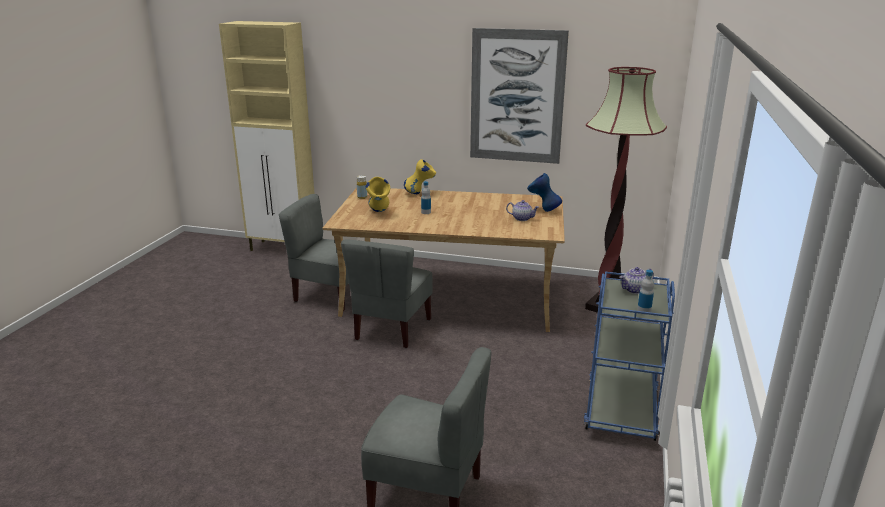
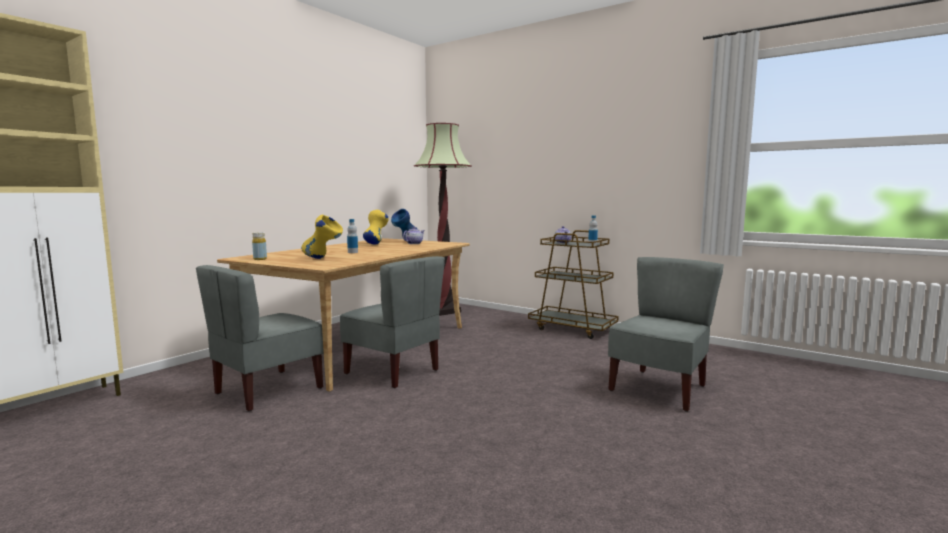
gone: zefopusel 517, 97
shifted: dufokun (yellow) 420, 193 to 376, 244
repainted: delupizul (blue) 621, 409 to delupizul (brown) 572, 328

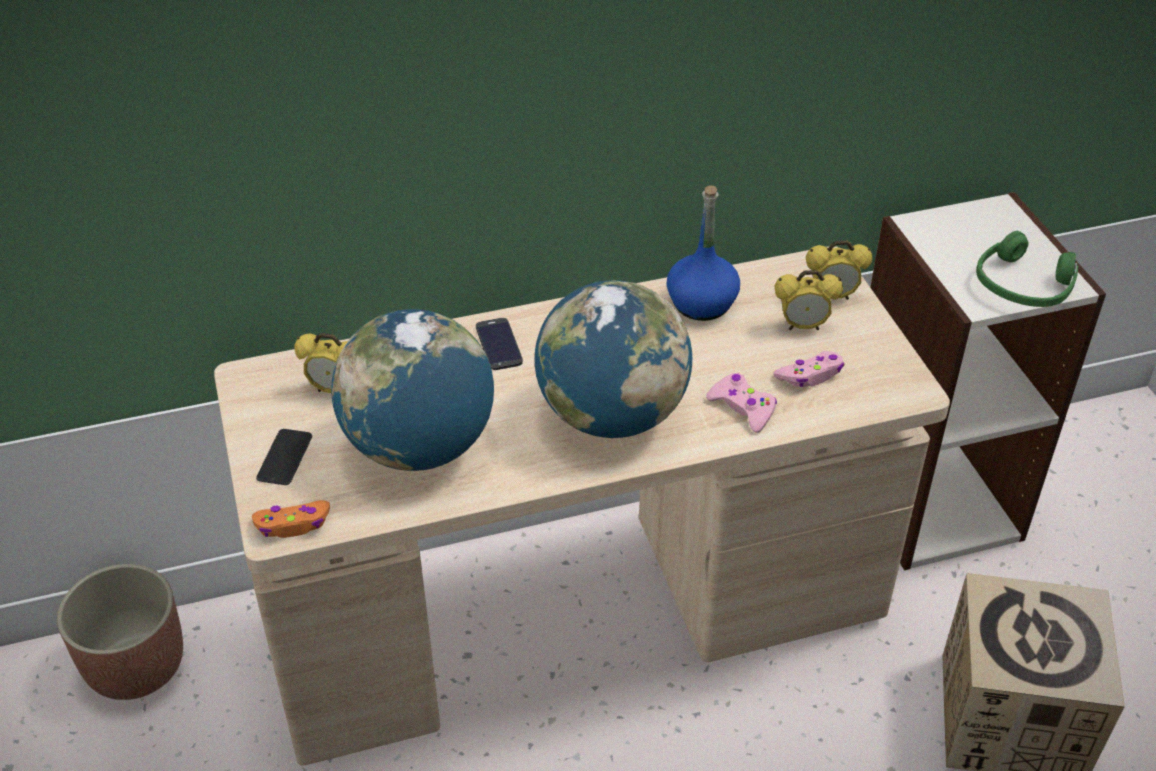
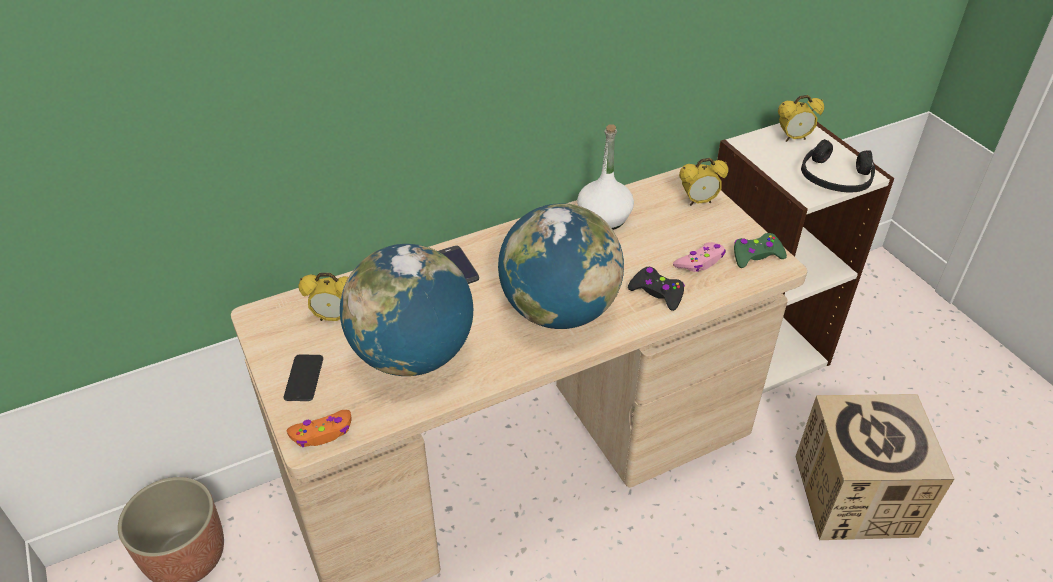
new: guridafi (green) 756, 255
shifted: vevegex 803, 326 to 794, 138
repainted: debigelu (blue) 701, 304 to debigelu (white) 604, 218; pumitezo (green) 1023, 285 to pumitezo (black) 835, 178; guridafi (pink) 742, 408 to guridafi (black) 657, 293

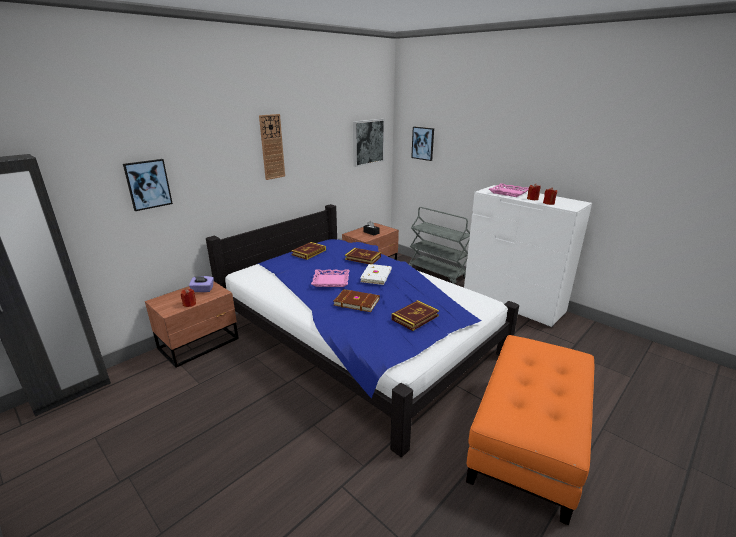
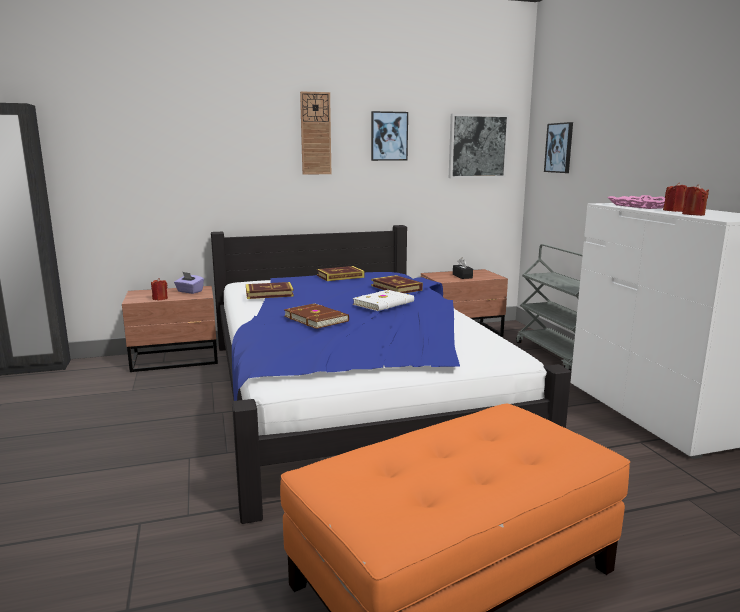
gone: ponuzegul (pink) 331, 280
shifted: zefopusel 148, 184 to 389, 136; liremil 415, 317 to 269, 294

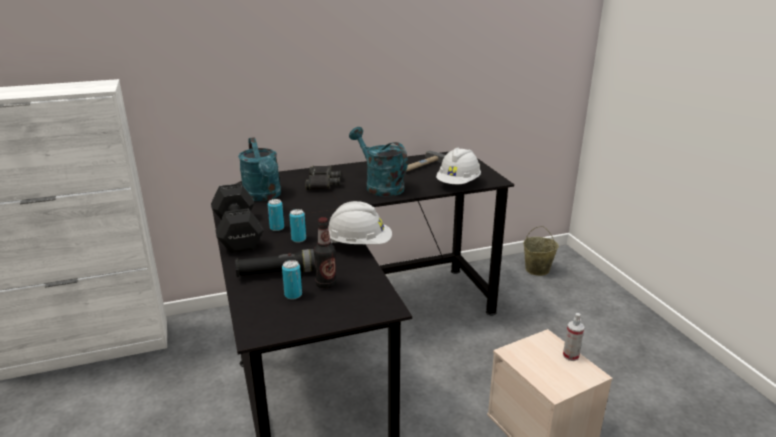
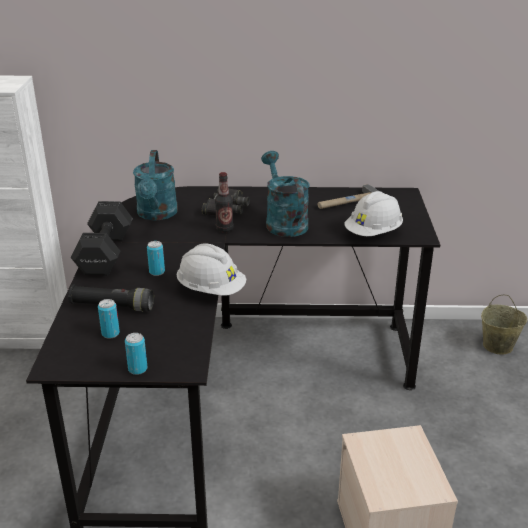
gone: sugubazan 571, 356
shifted: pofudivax 277, 228 to 137, 369; debigelu 326, 284 to 224, 229

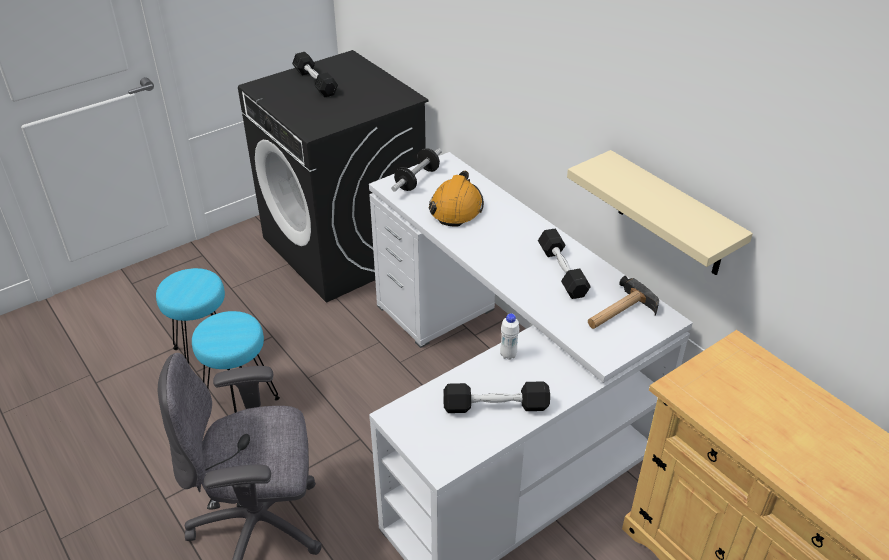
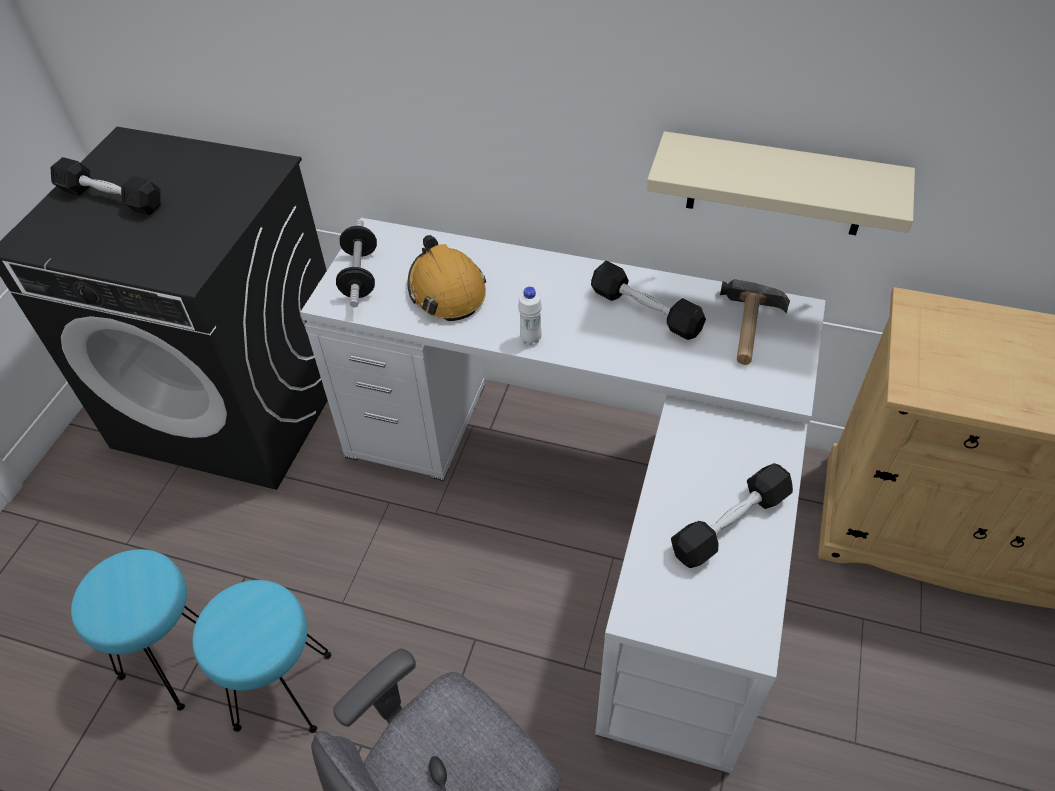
shifted: debigelu (white) 508, 355 to 530, 339

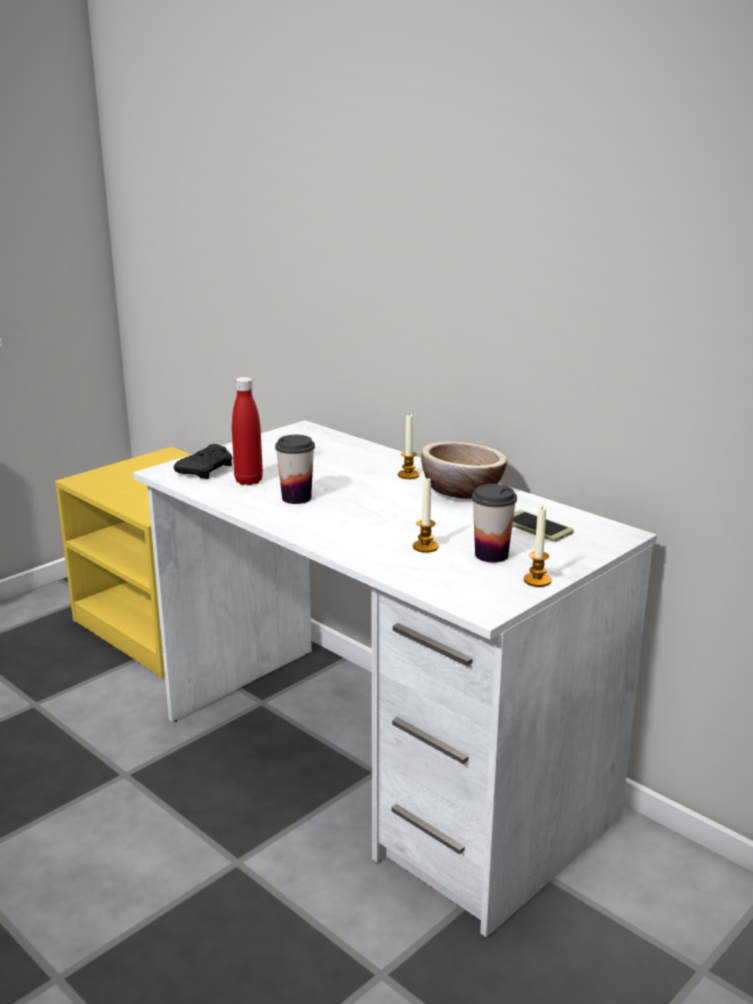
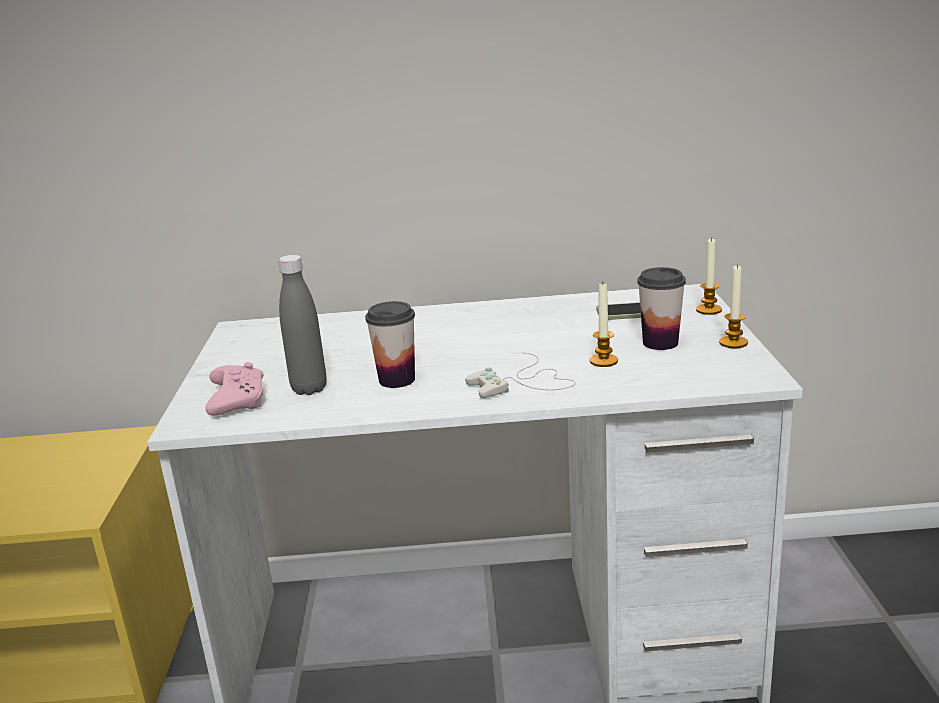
gone: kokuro 462, 490
new: guridafi (white) 523, 383
shifted: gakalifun 408, 475 to 708, 310
repainted: debigelu (red) 248, 481 to debigelu (grey) 309, 389; guridafi (black) 207, 470 to guridafi (pink) 237, 400

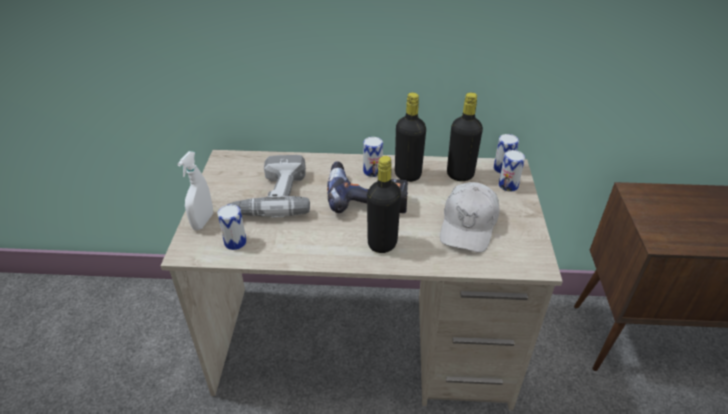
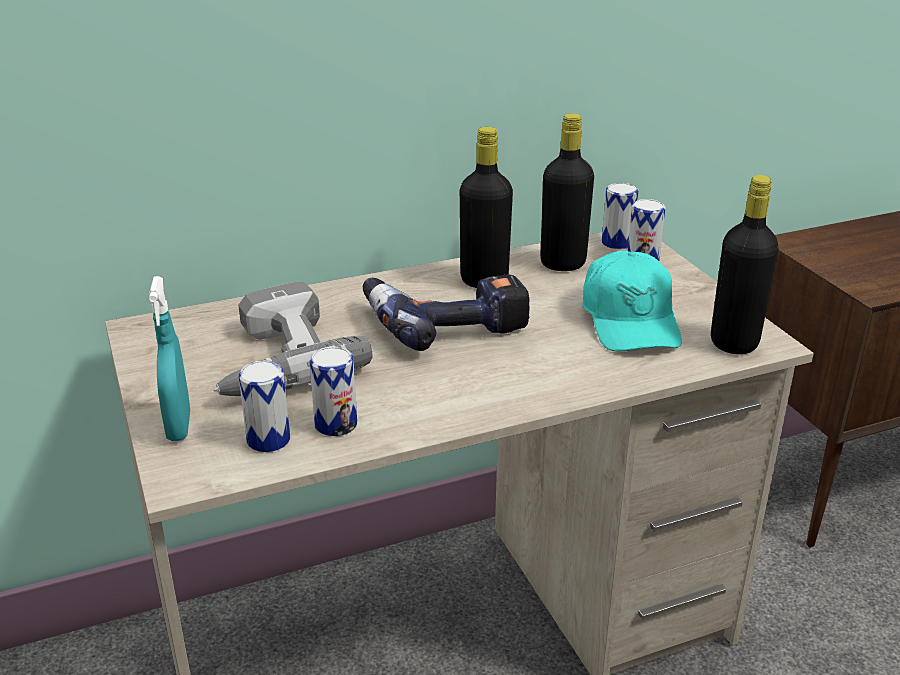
shifted: pofudivax 372, 171 to 336, 424; debigelu (black) 382, 243 to 734, 342
repainted: sugubazan (white) 203, 221 to sugubazan (turquoise) 179, 426; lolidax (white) 468, 225 to lolidax (turquoise) 630, 320

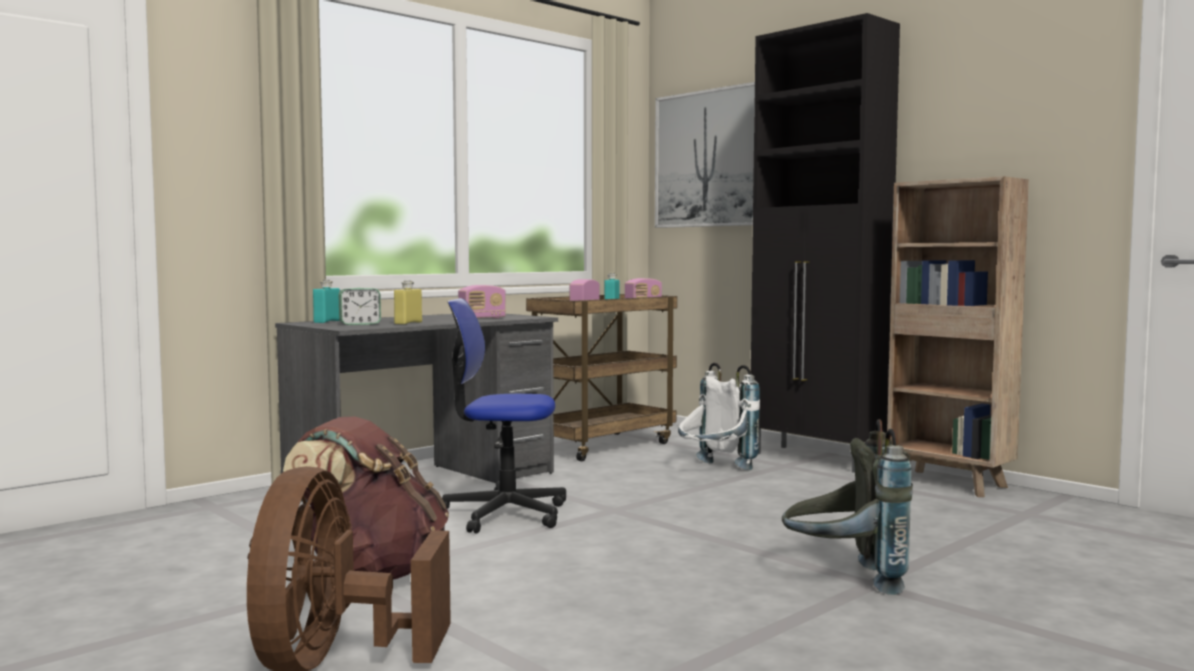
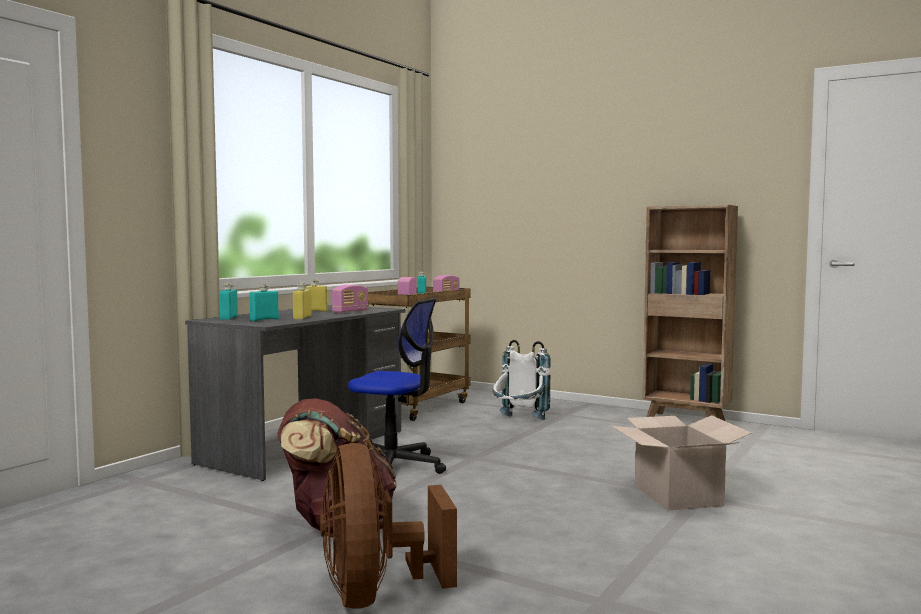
gone: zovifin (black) 818, 459; zefopusel 708, 159
new: debigelu (yellow) 315, 311
swapped: vevegex 360, 324 to debigelu (turquoise) 264, 320; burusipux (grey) 844, 579 to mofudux 678, 495
rotated: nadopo 504, 514 = 394, 467 150 degrees counterclockwise

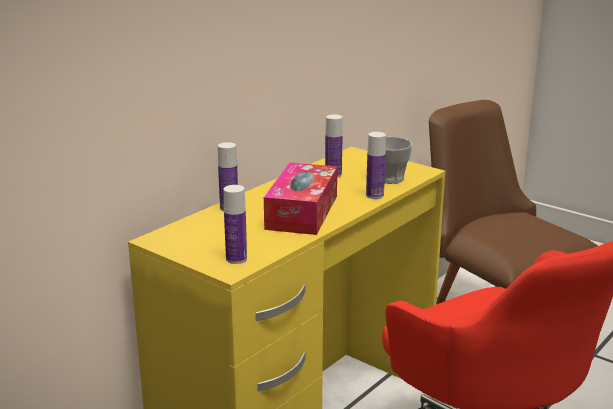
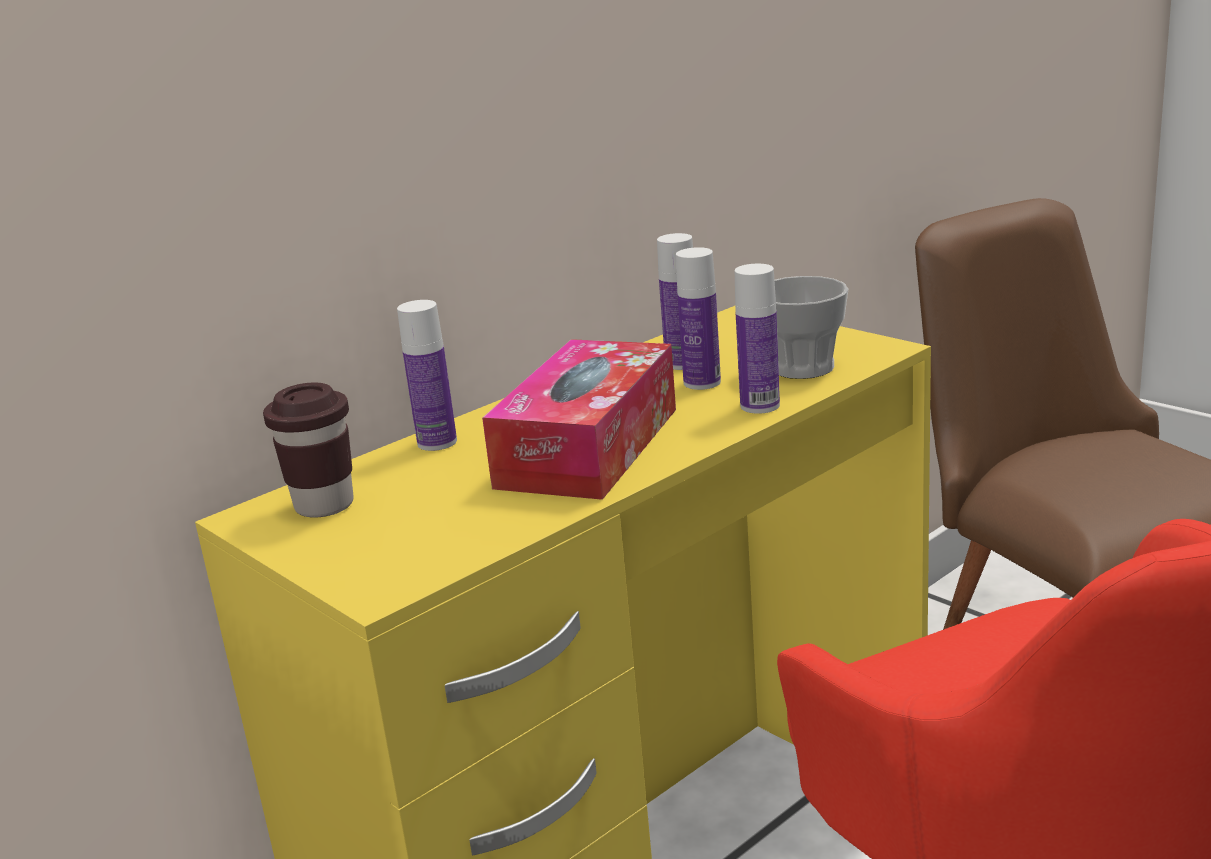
new: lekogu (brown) 324, 505
shifted: debigelu 236, 259 to 702, 382

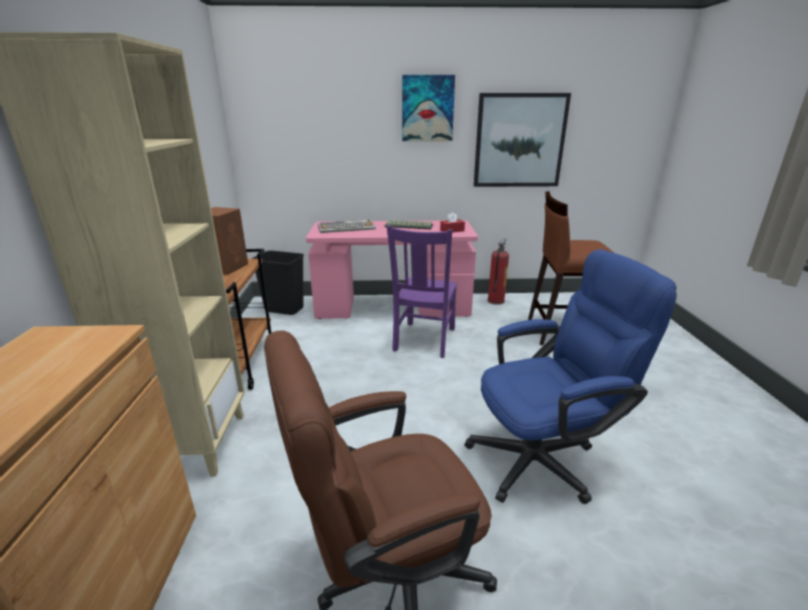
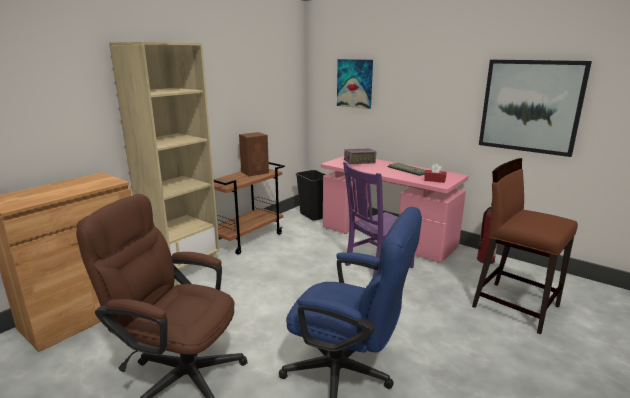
shifted: zefopusel 427, 108 to 355, 83
swapped: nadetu 347, 228 to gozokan 359, 162

